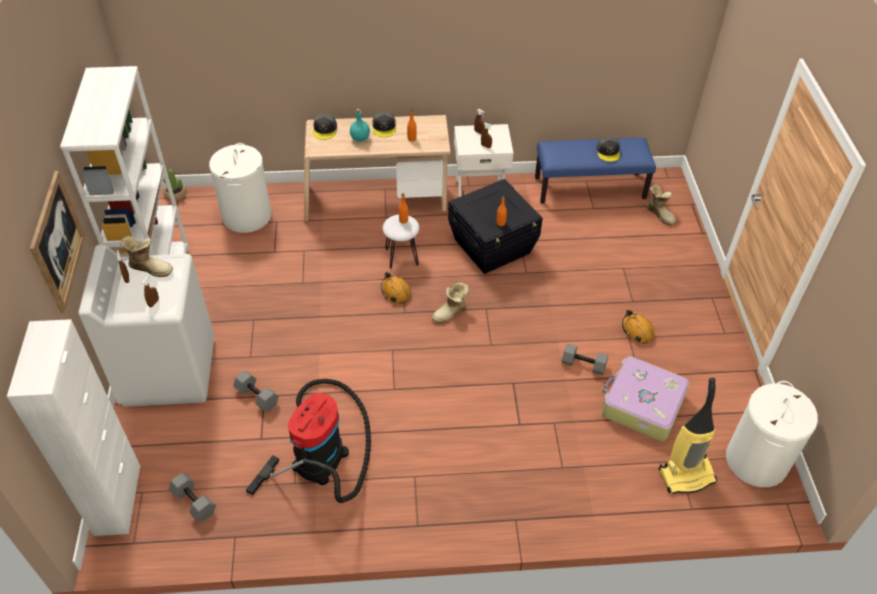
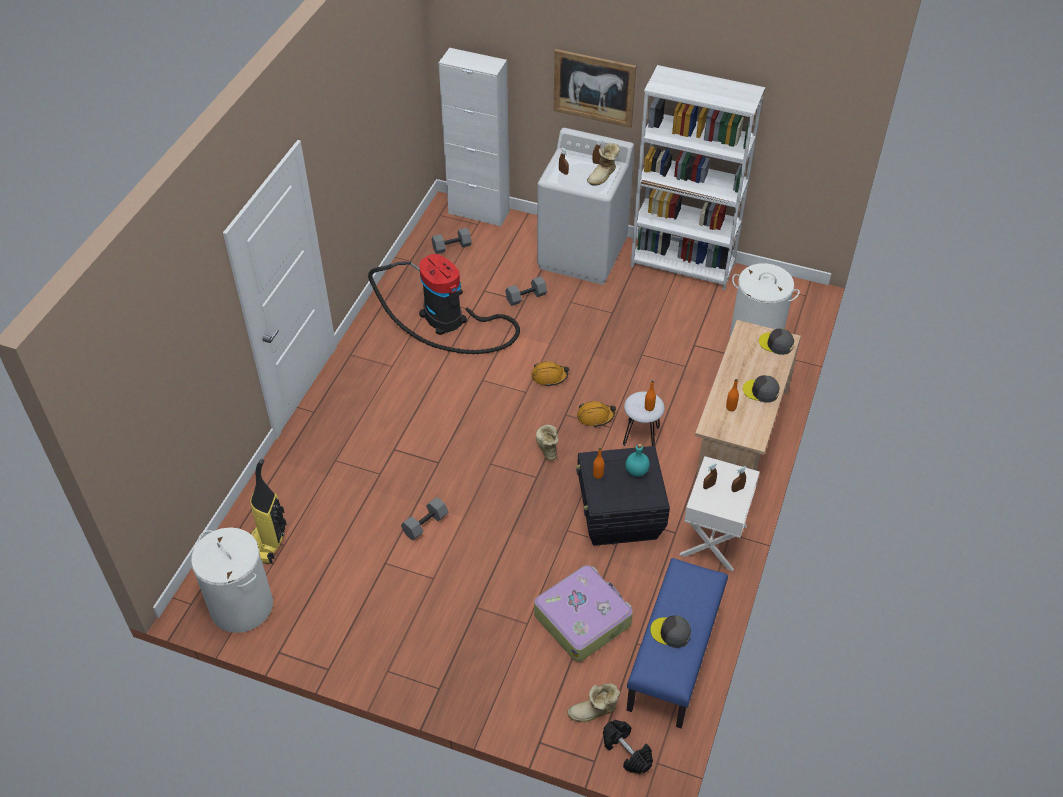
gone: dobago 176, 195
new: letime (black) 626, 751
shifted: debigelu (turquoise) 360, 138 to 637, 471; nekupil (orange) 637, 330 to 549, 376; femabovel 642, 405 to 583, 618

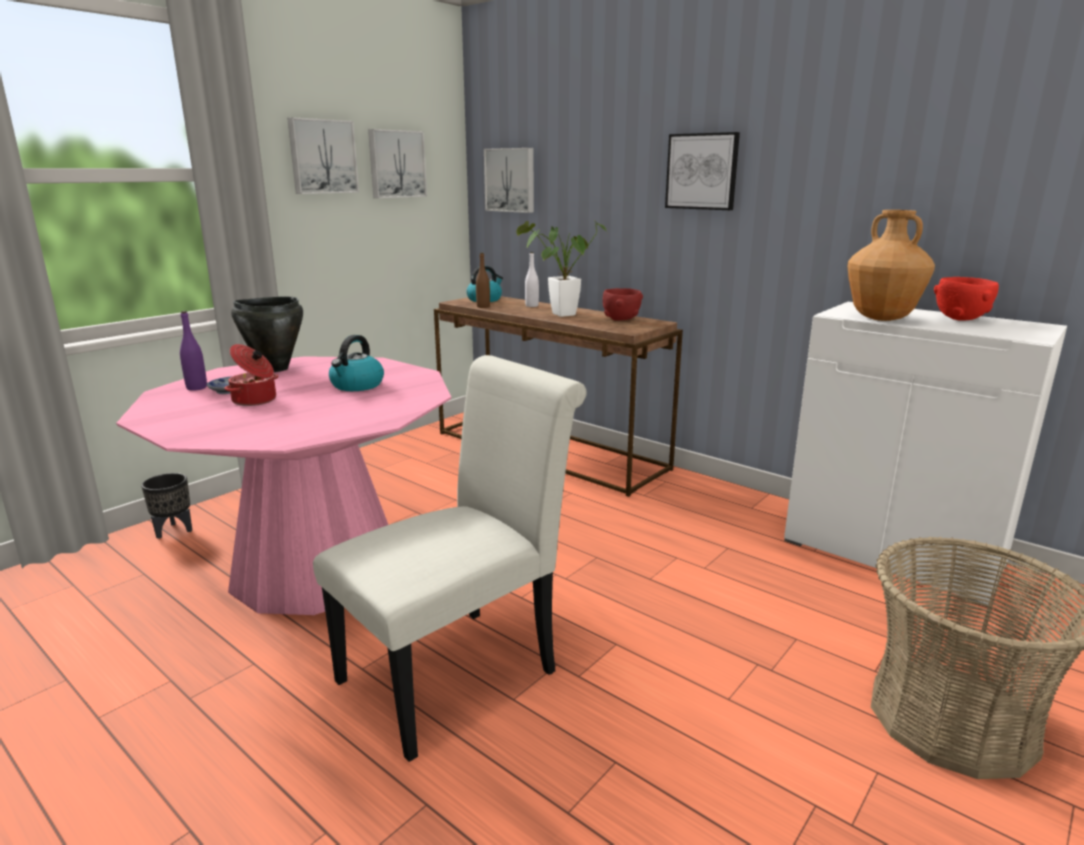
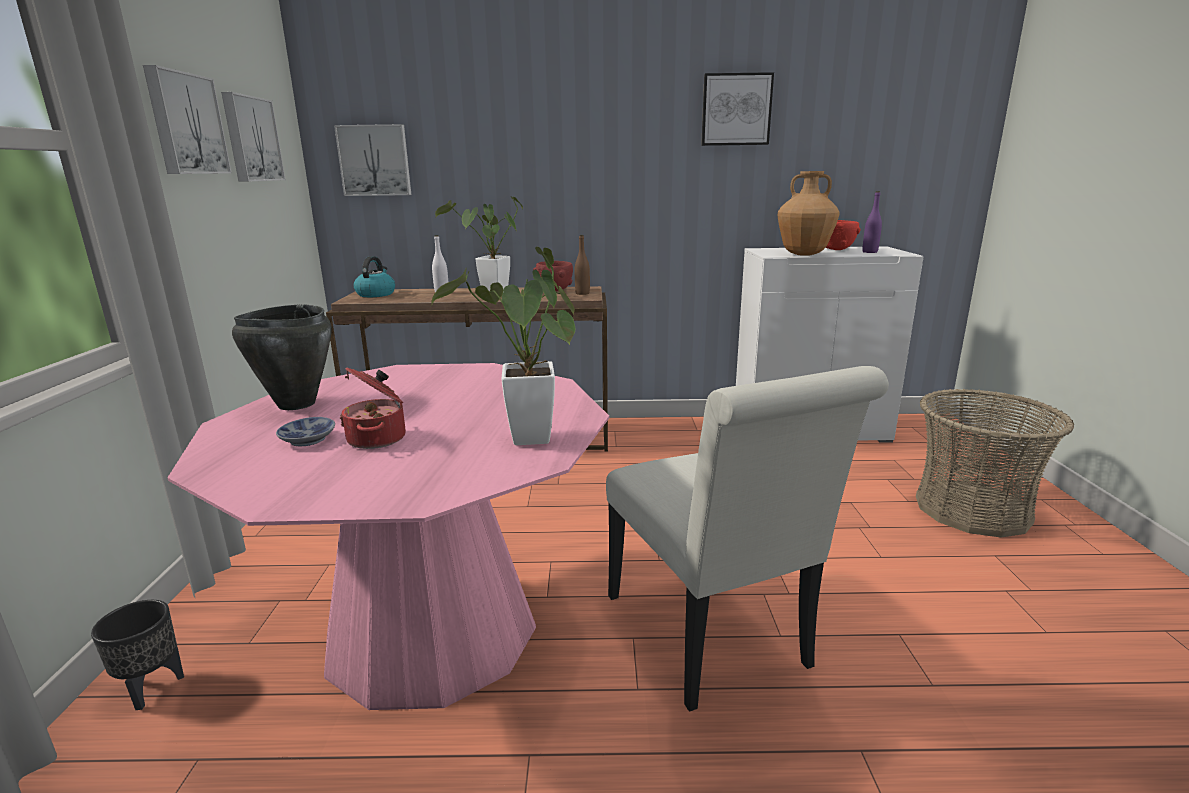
gone: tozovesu 357, 385
new: dobago 530, 443
shifted: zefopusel 702, 171 to 736, 110; debigelu (brown) 483, 306 to 582, 293; debigelu (purple) 196, 388 to 869, 252
rotated: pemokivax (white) 460, 670 = 712, 639 150 degrees clockwise

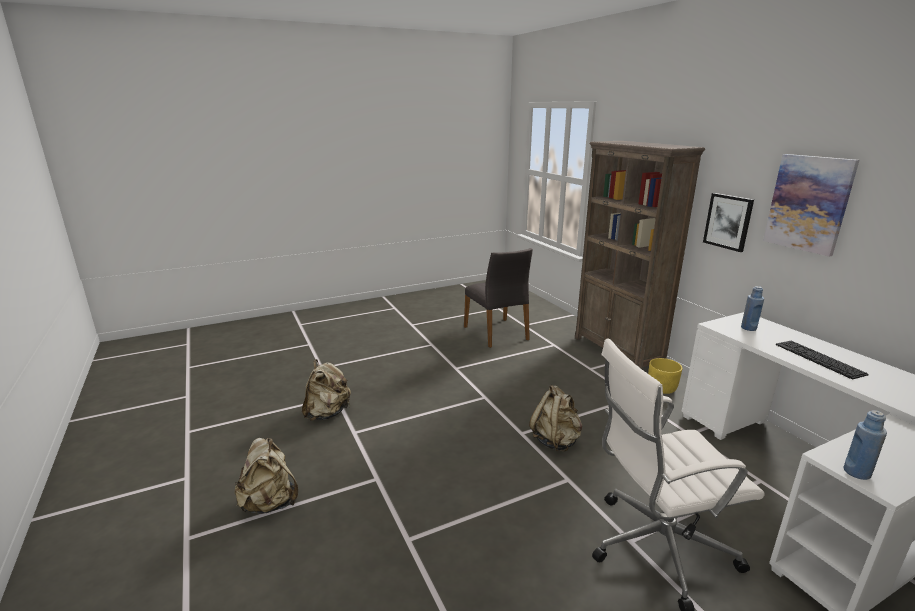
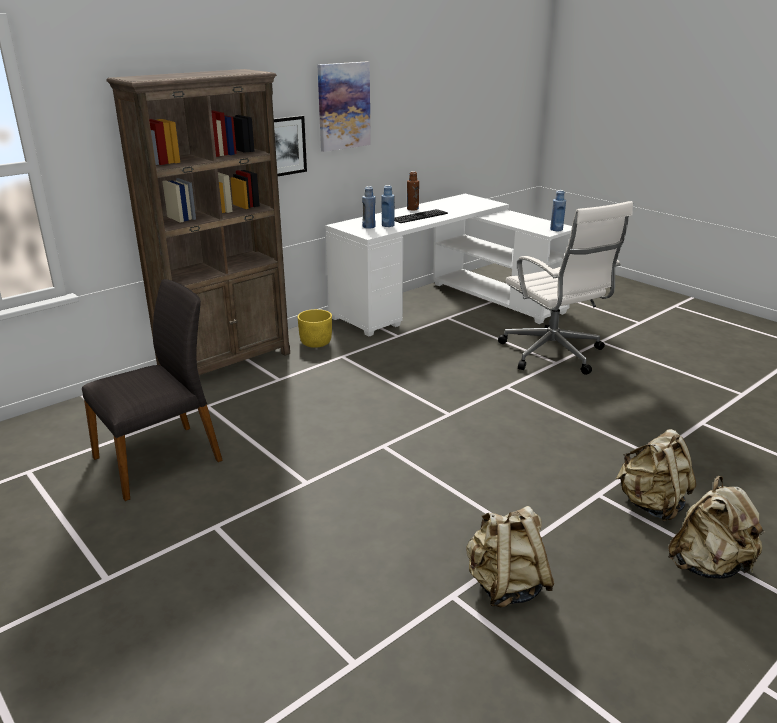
new: debigelu (brown) 412, 209; debigelu (blue) 388, 225
shifted: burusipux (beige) 556, 441 to 651, 505

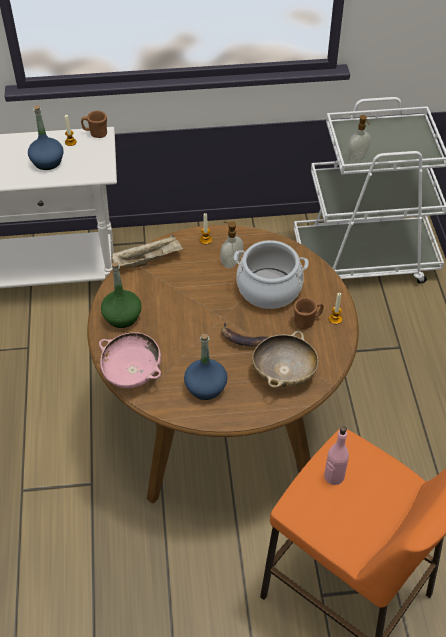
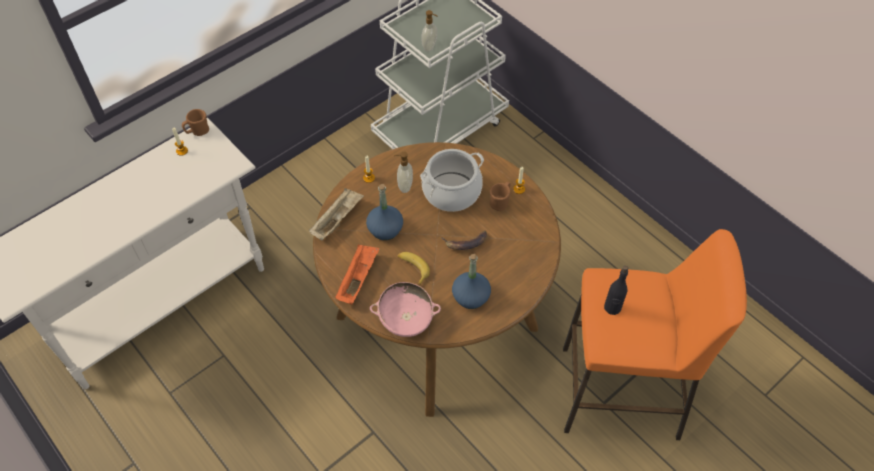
gone: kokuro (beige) 284, 373
new: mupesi 412, 268
shifted: debigelu (blue) 47, 162 to 385, 229
swapped: debigelu (green) 122, 316 to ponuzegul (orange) 358, 279
repainted: debigelu (pink) 333, 476 to debigelu (black) 612, 307

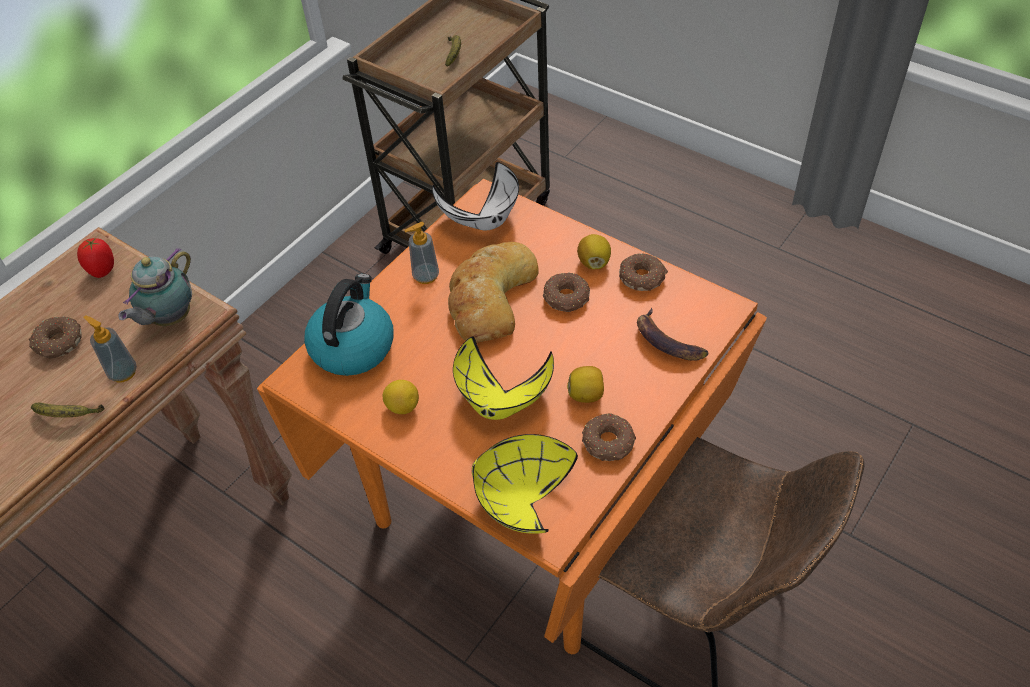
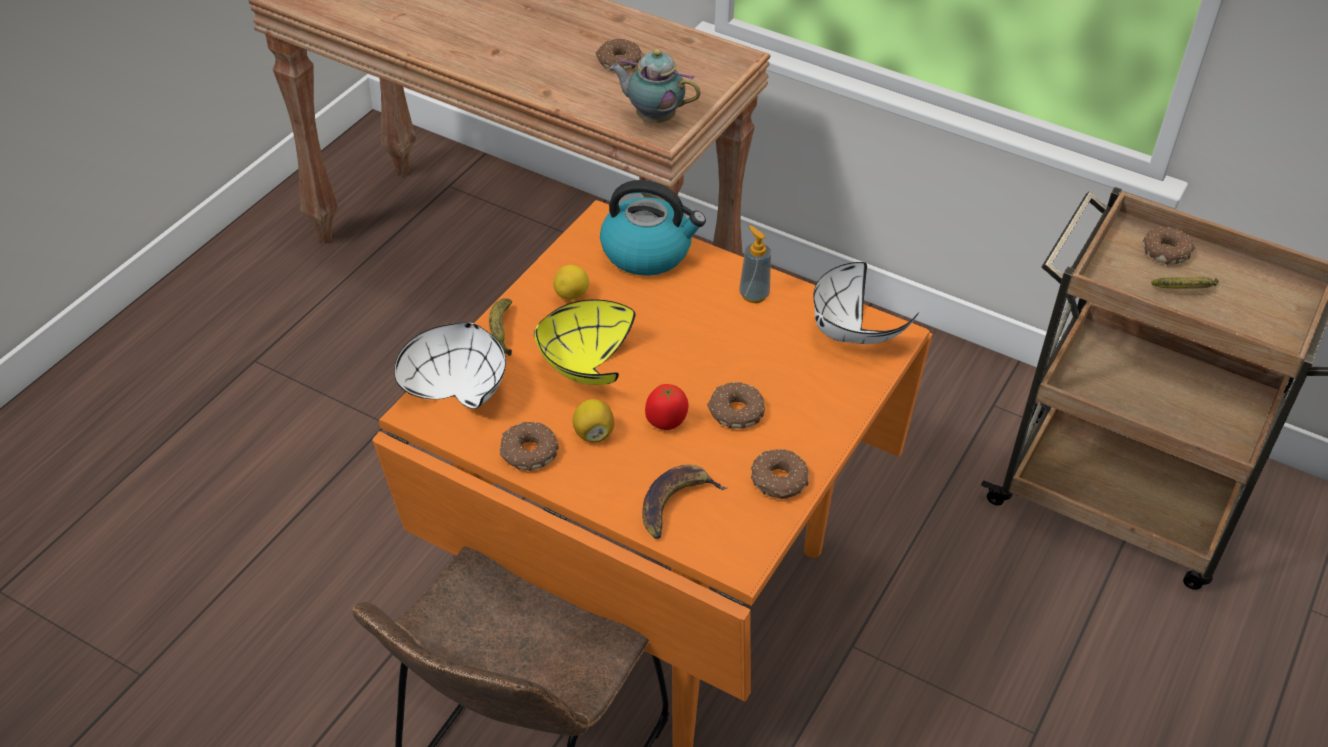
gone: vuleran 594, 262; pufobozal 490, 298; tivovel 123, 373
new: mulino 1166, 251
shifted: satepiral 103, 270 to 666, 422; mupesi 68, 416 to 502, 331
repainted: kokuro (yellow) 519, 501 to kokuro (white) 457, 387

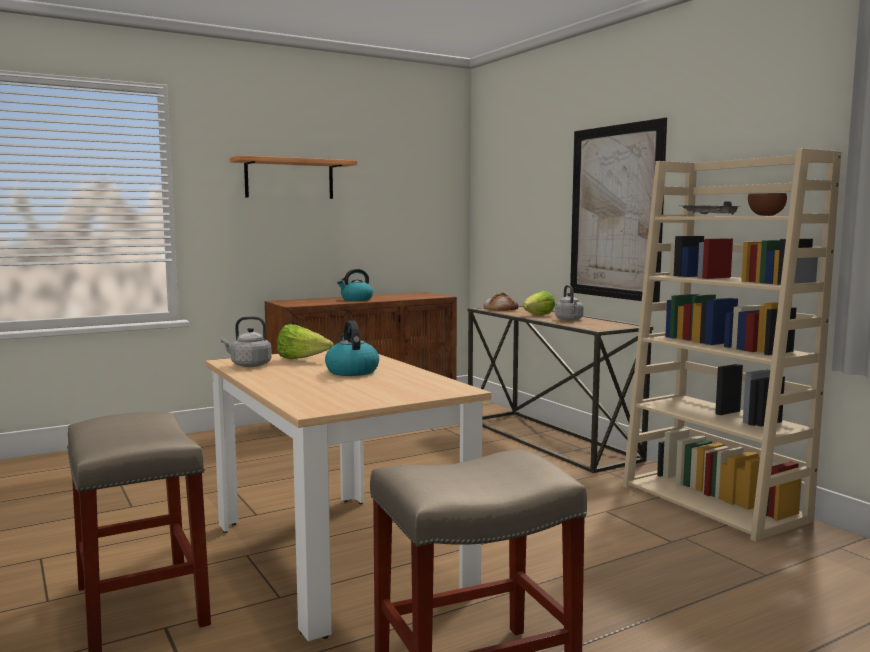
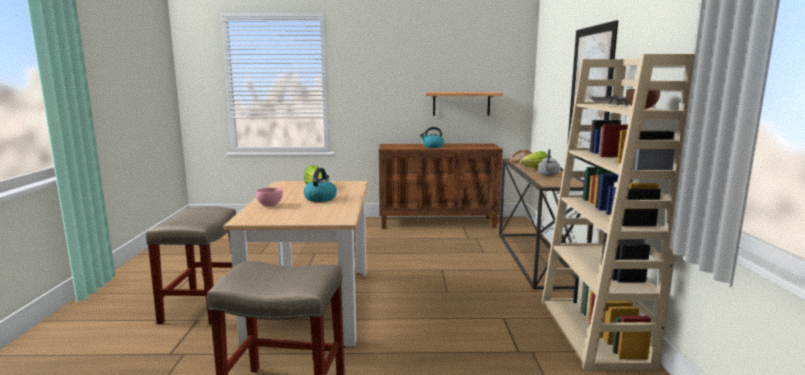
gone: tozovesu (grey) 249, 365
new: kokuro (pink) 269, 205
shifted: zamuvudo 289, 179 to 461, 104

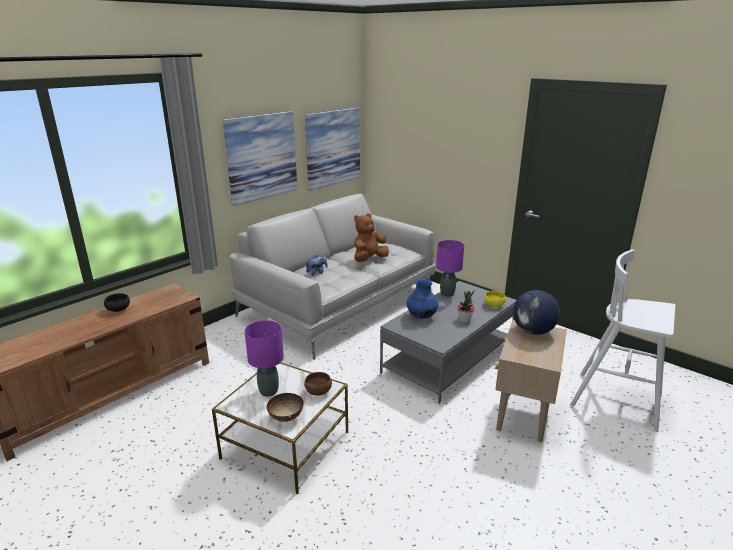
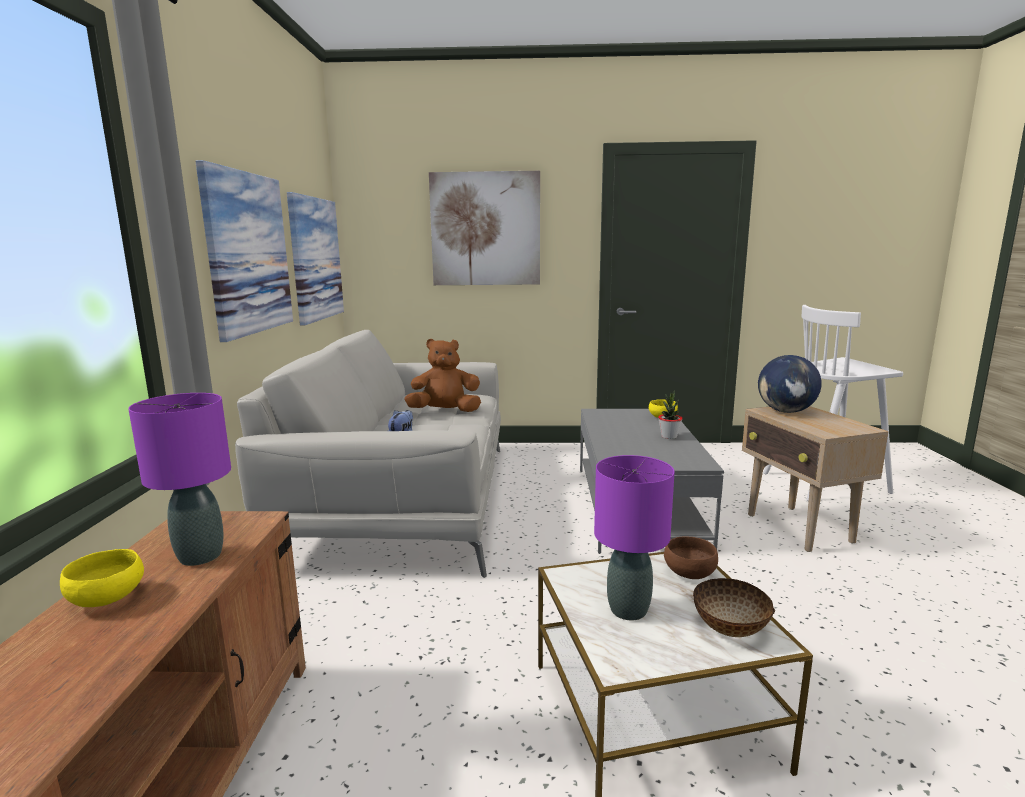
gone: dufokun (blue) 421, 316
new: zefopusel 485, 229
shifted: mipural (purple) 447, 294 to 199, 556
repainted: kokuro (black) 119, 310 to kokuro (yellow) 109, 598
rotated: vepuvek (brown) 369, 259 = 445, 412 75 degrees clockwise

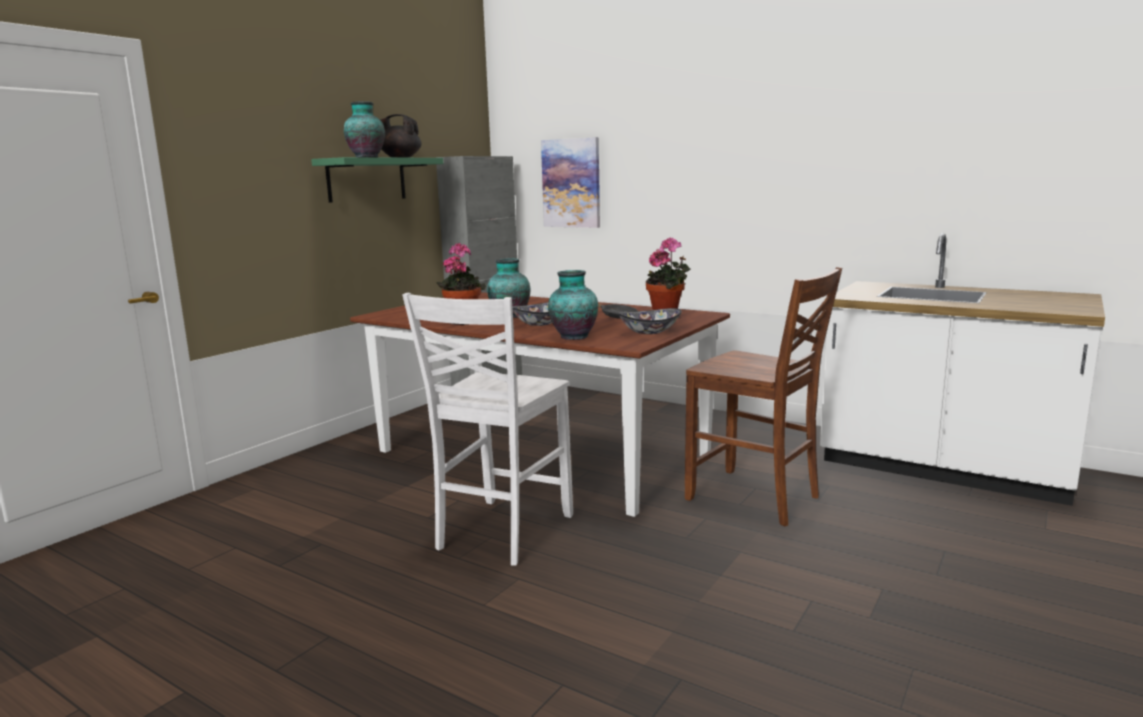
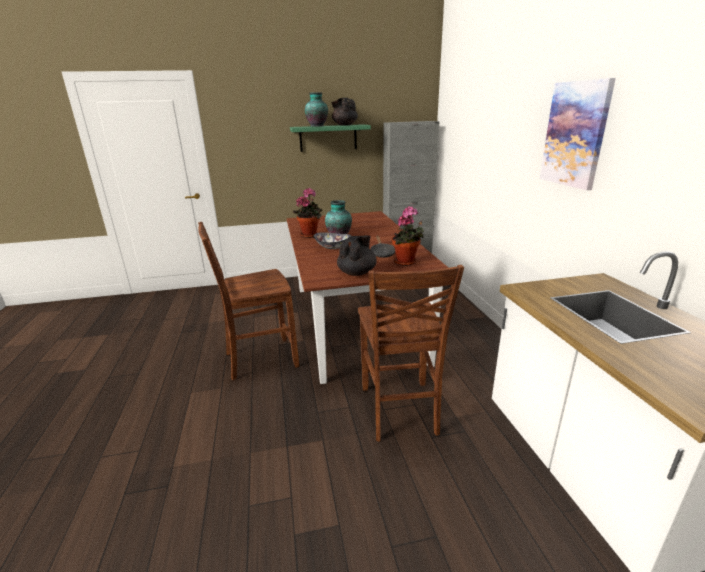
gone: dufokun 572, 337
shifted: zefopusel 571, 183 to 575, 134
swapped: kokuro 649, 332 to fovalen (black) 357, 273
repainted: pemokivax (white) 501, 532 to pemokivax (brown) 259, 359

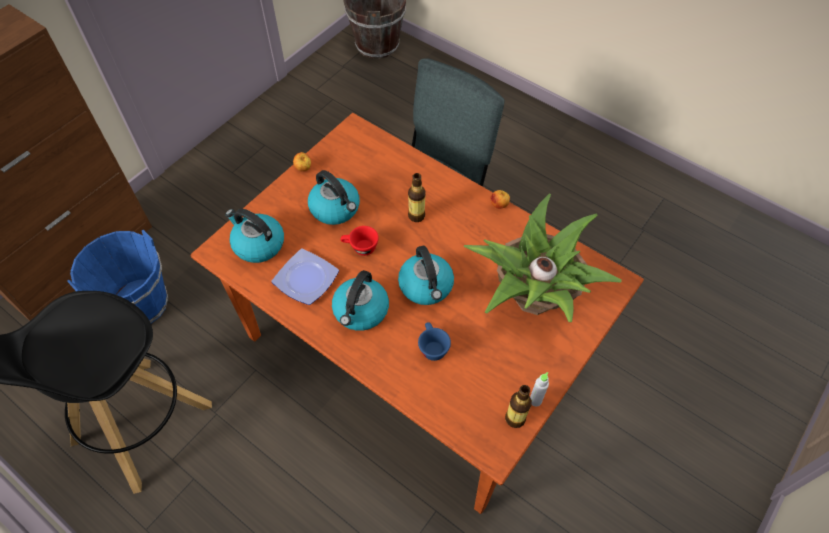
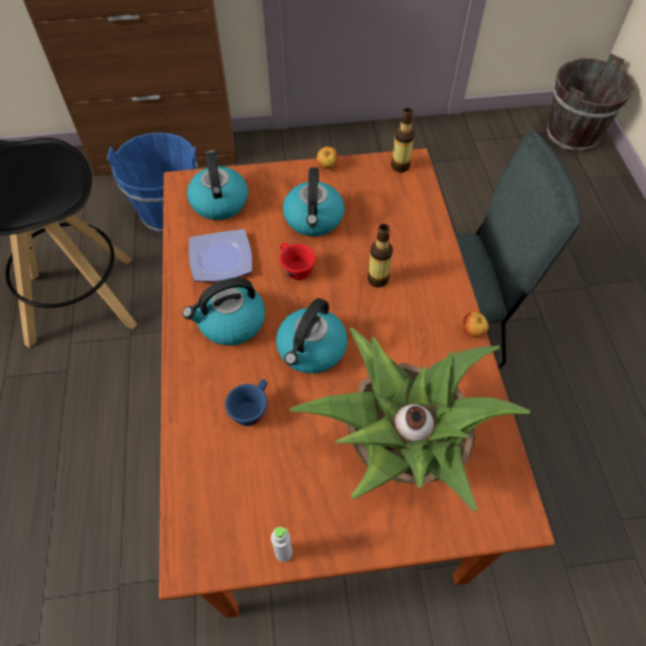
shifted: debigelu 515, 418 to 400, 166

